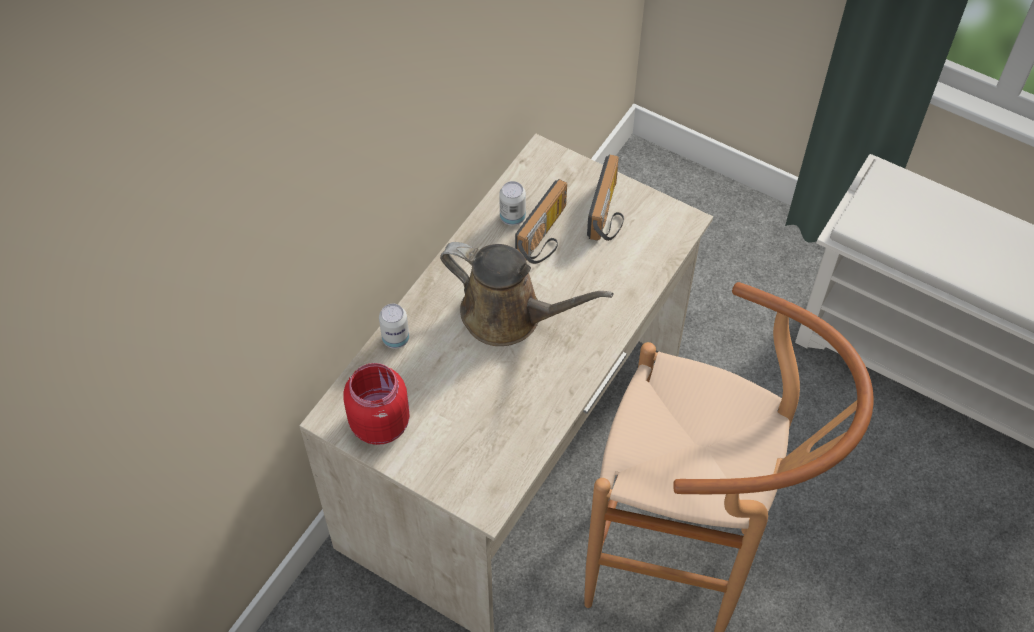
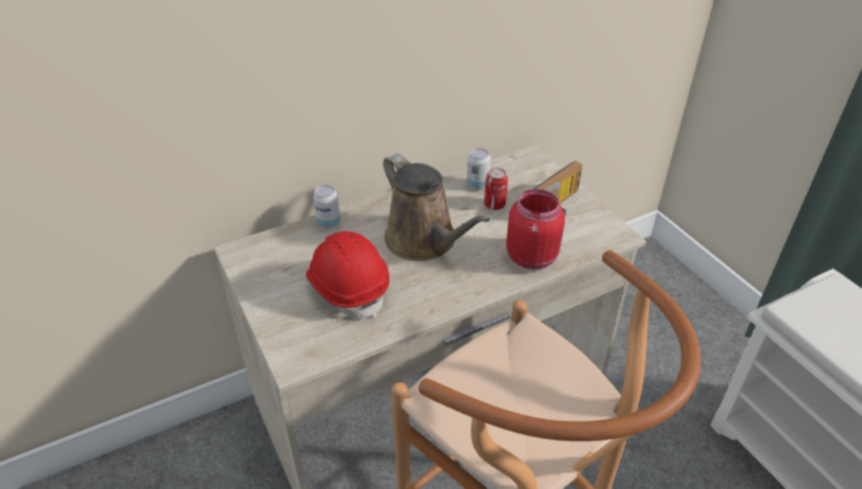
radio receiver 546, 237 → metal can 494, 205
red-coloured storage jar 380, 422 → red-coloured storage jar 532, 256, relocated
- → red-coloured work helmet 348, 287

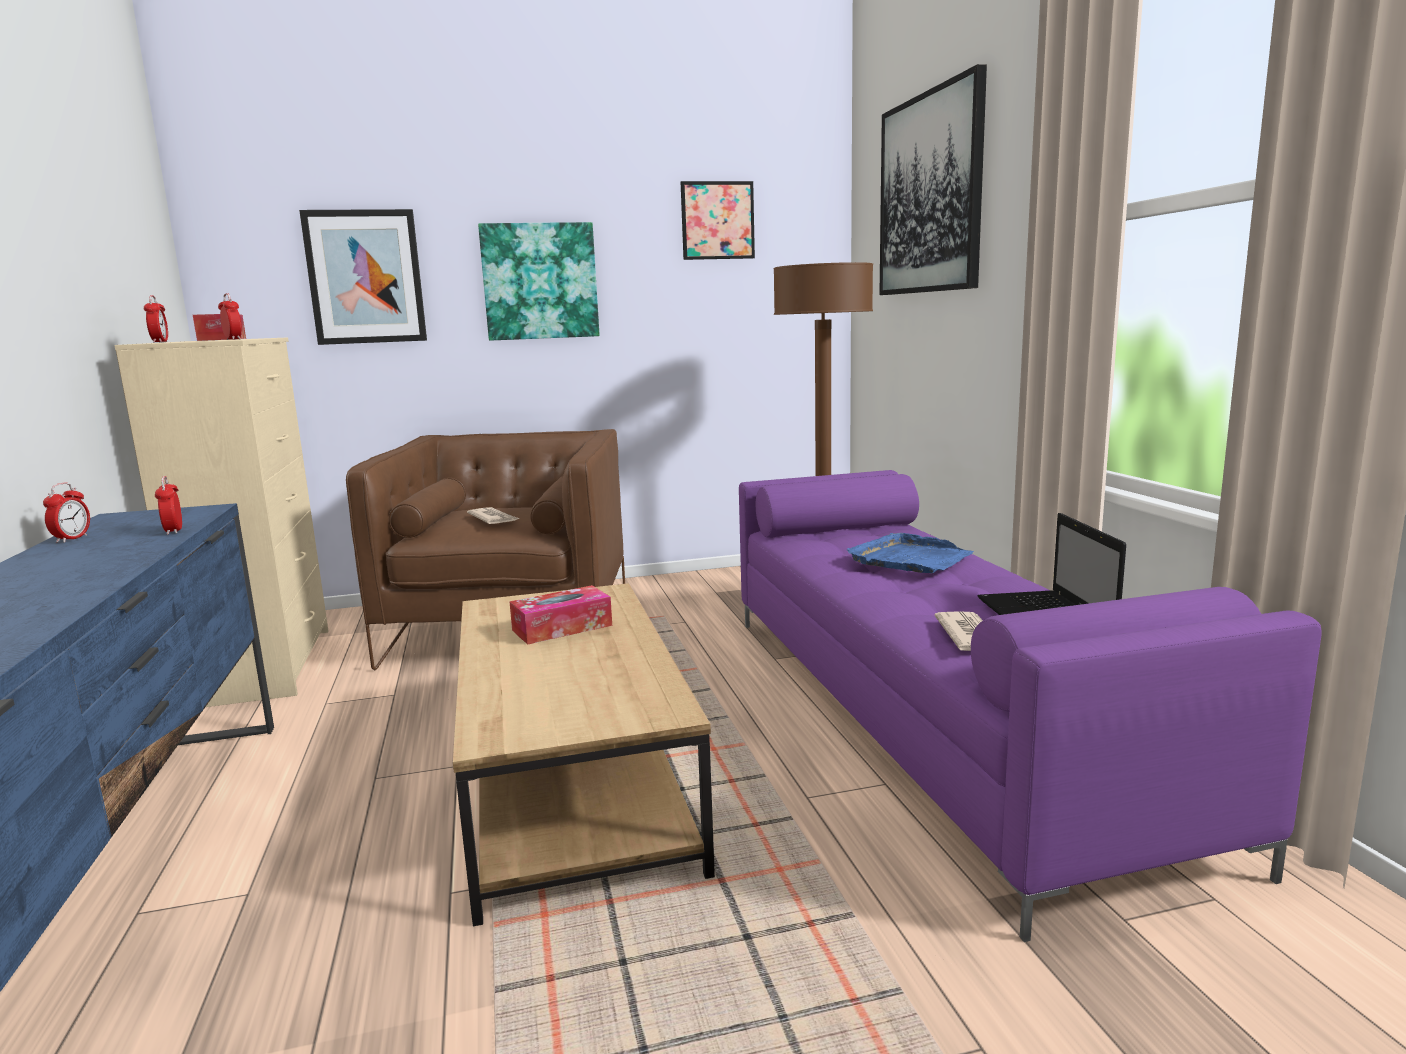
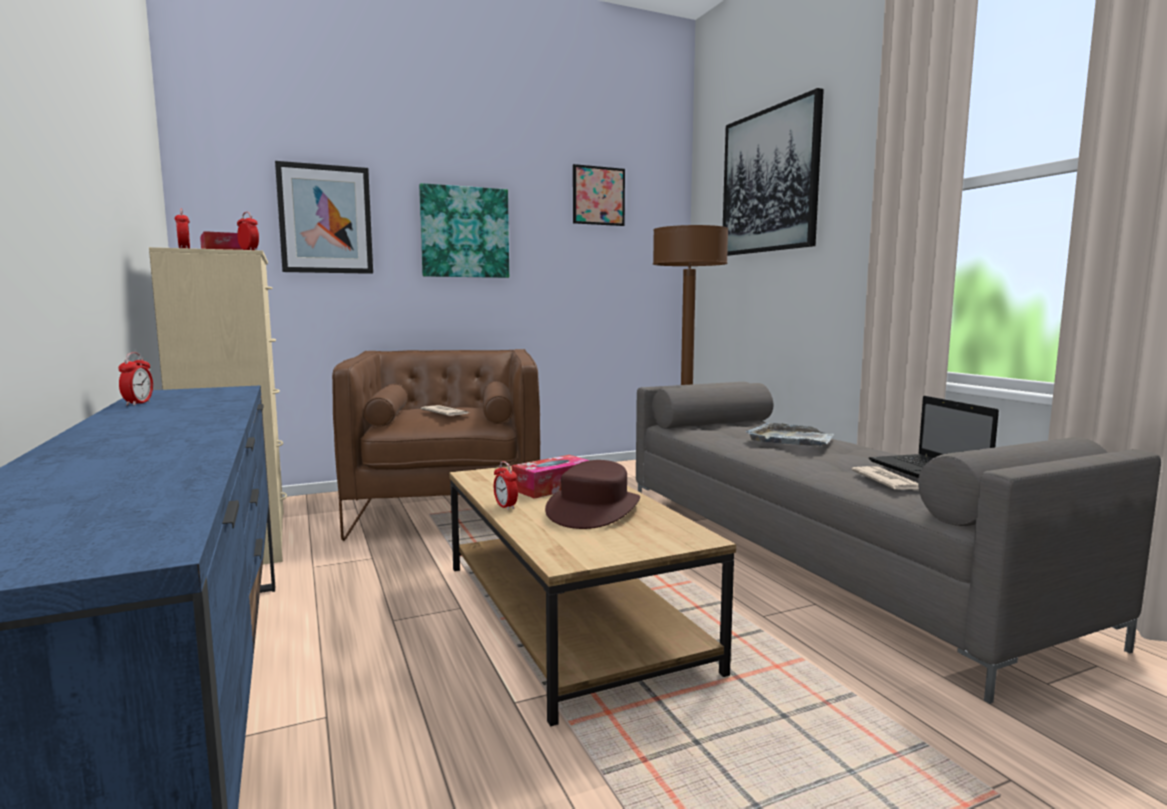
purple couch 933, 716 → greyish couch 820, 557
alarm clock 174, 531 → alarm clock 505, 506, relocated
bluish carrying tray 910, 559 → greyish carrying tray 791, 439
- → brown wearable hat 594, 509

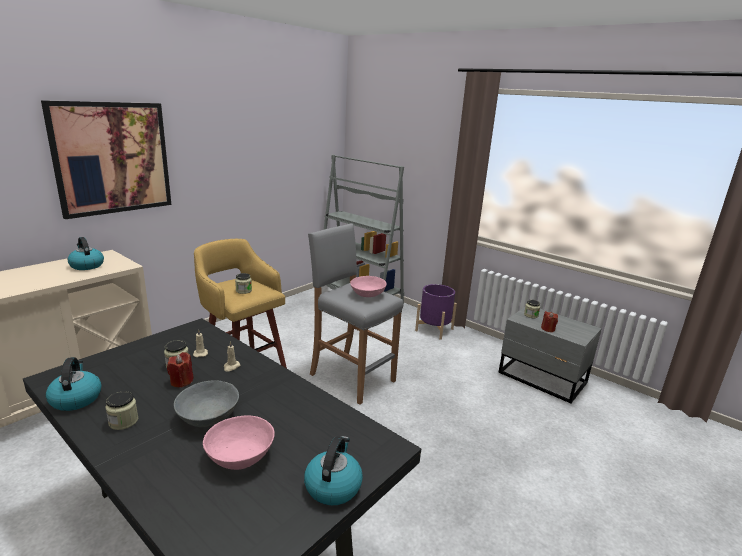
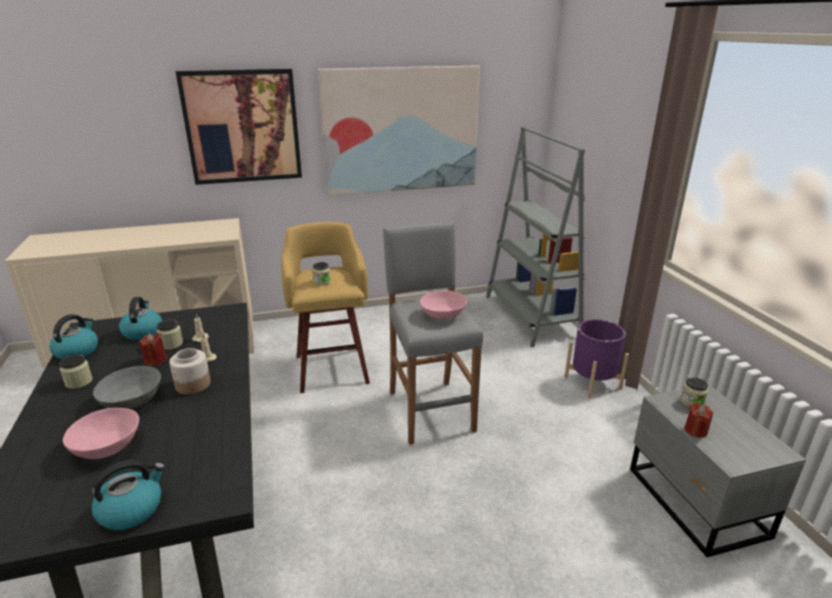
water kettle 86, 265 → water kettle 143, 331, relocated
- → wall picture 401, 130
- → storage jar 193, 385

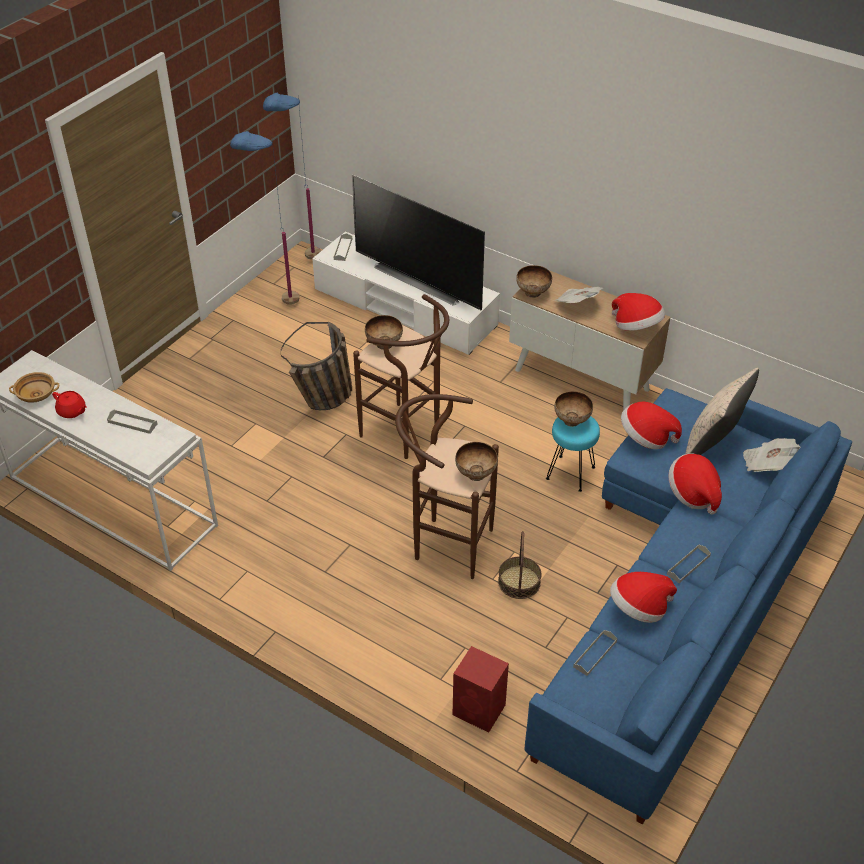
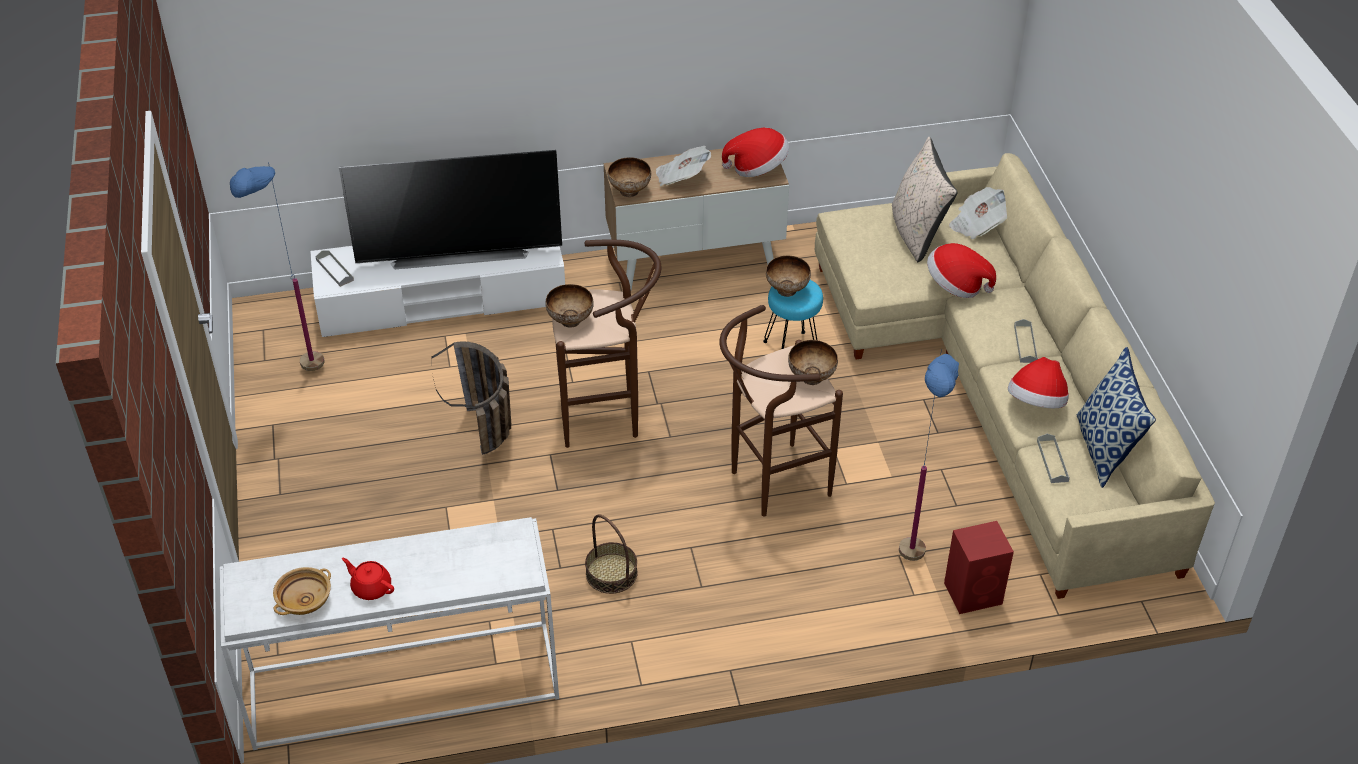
bluish floor lamp 301, 264 → bluish floor lamp 911, 573, relocated
bluish couch 685, 594 → sand-coloured couch 1000, 385
red-coloured pot for tea 72, 411 → red-coloured pot for tea 371, 587, 135 degrees counterclockwise
wearable hat 646, 437 → -
greyish carrying tray 132, 423 → -
basket 519, 582 → basket 611, 573, relocated
- → throw pillow 1105, 450

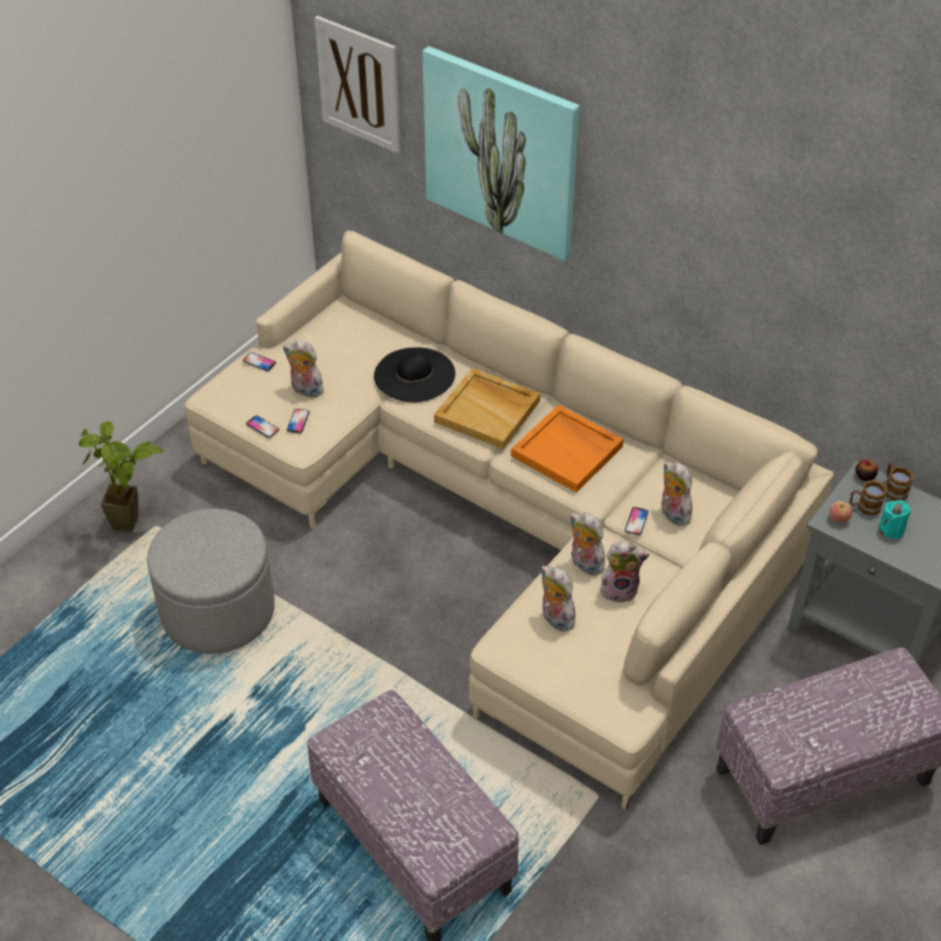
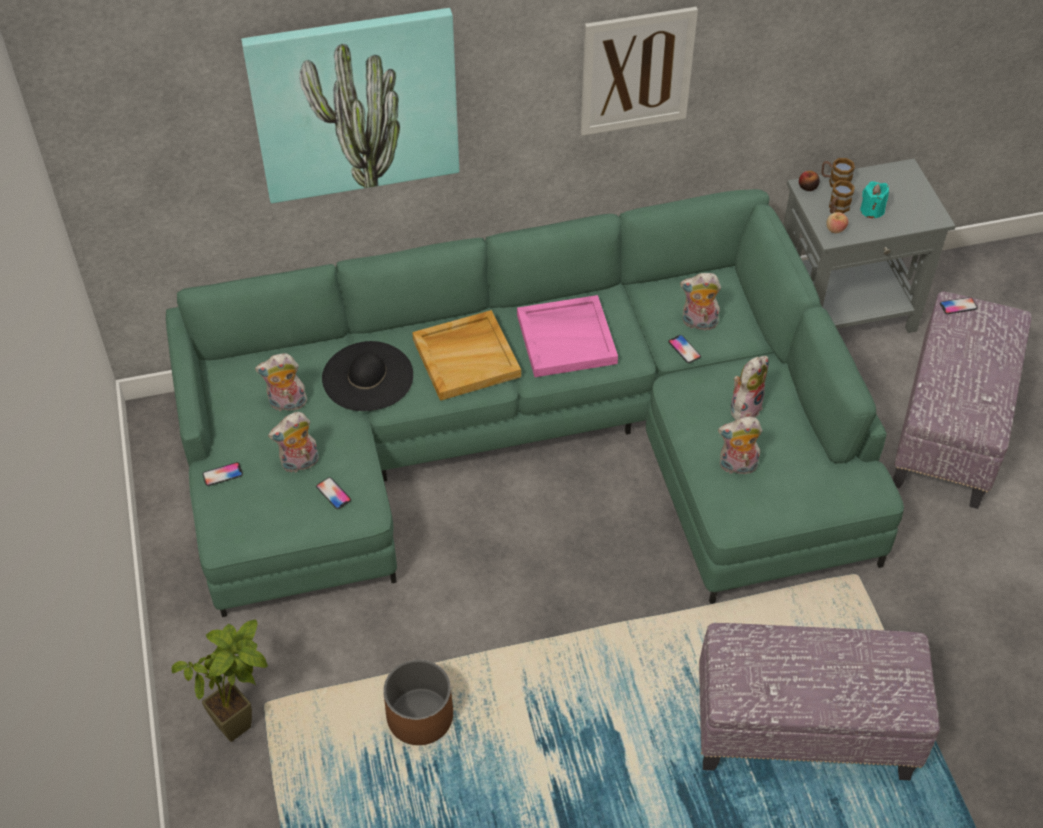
wall picture 359, 84 → wall picture 636, 71, relocated
sand-coloured couch 510, 523 → green-coloured couch 533, 442
orangey carrying tray 568, 451 → pink-coloured carrying tray 567, 338
handset 262, 427 → handset 958, 306, relocated
greyish pouffe 218, 610 → brown planter 420, 716
plush toy 584, 564 → plush toy 287, 404, relocated

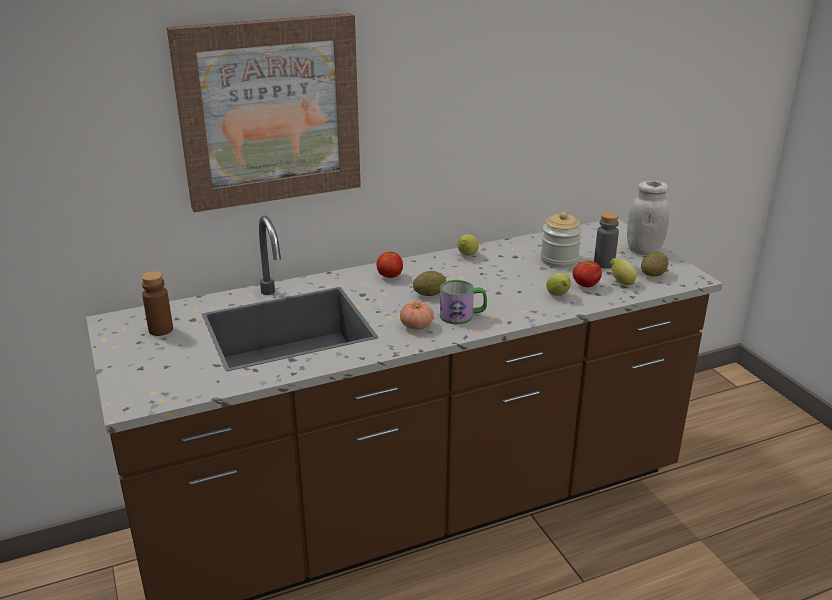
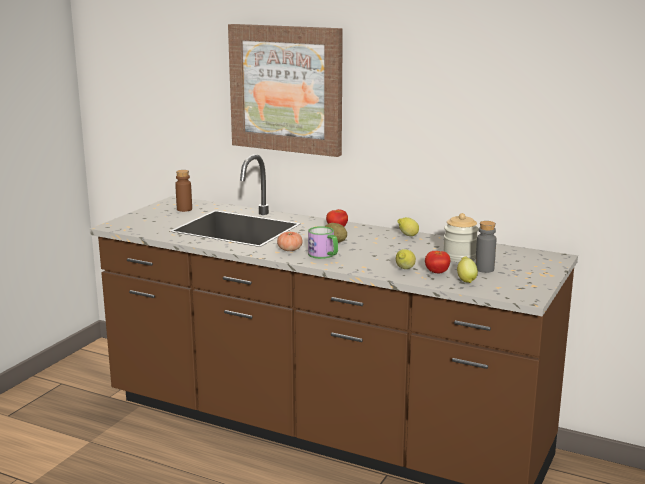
white-coloured storage jar 643, 250 → -
whole potato 653, 275 → -

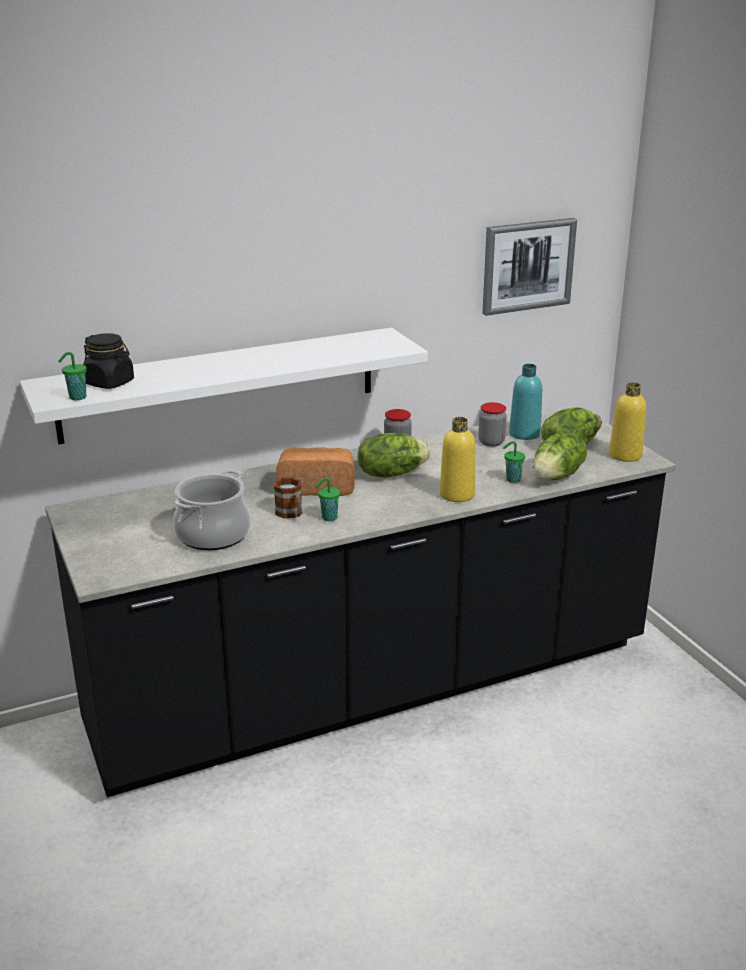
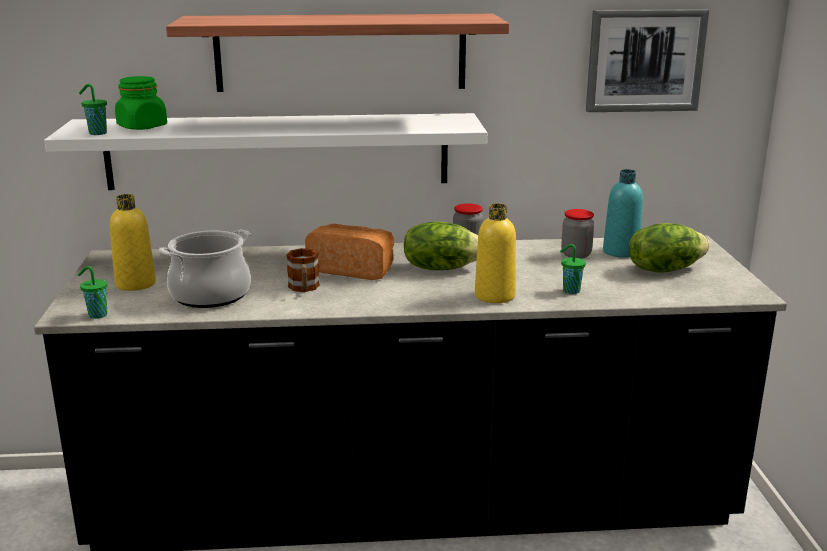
black-coloured storage jar 110, 383 → green-coloured storage jar 142, 127
yellowish bottle 625, 455 → yellowish bottle 135, 284, relocated
lettuce head 557, 476 → -
green-coloured drinking cup 328, 518 → green-coloured drinking cup 96, 315, relocated
- → wall shelf 341, 52

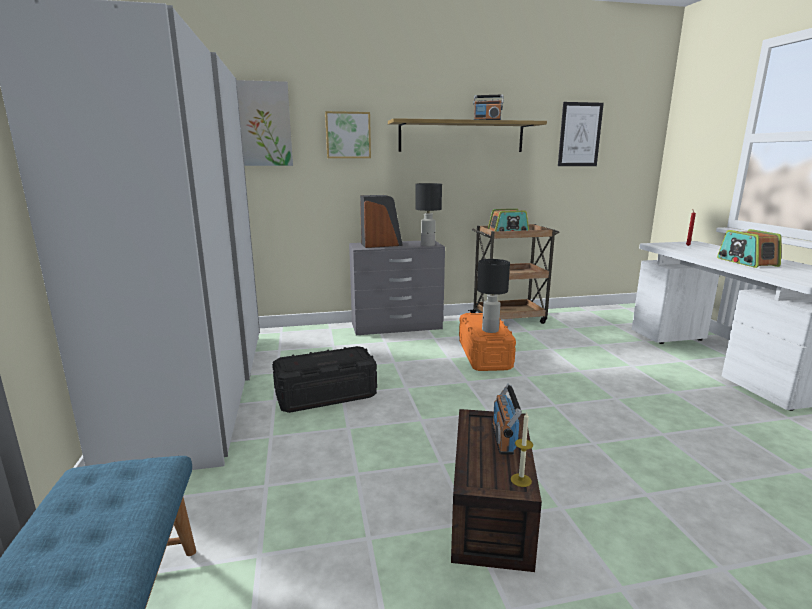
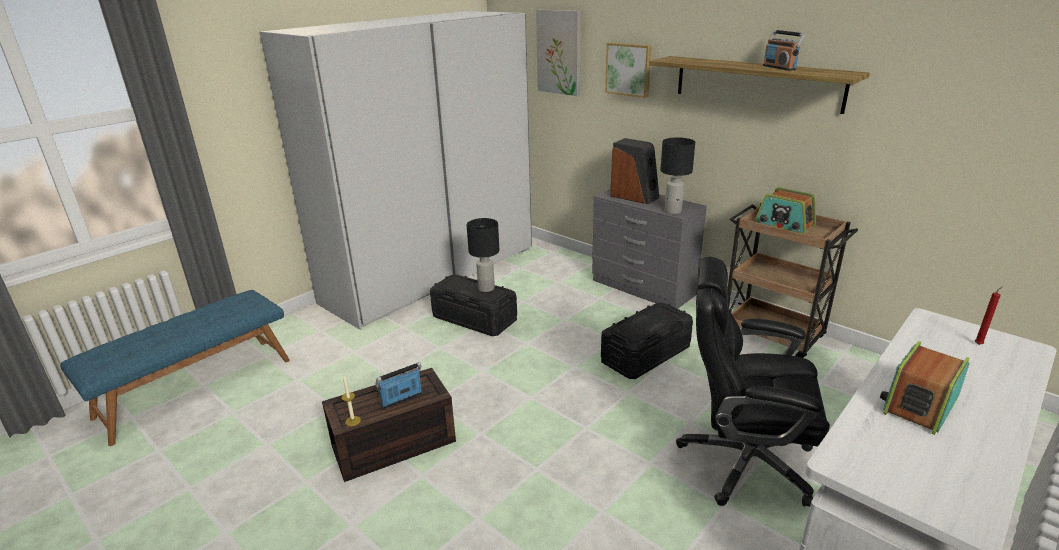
wall picture 580, 134 → -
black-coloured table lamp 490, 330 → black-coloured table lamp 486, 288, relocated
orangey storage container 484, 355 → black-coloured storage container 646, 355
- → black-coloured office chair 743, 461

